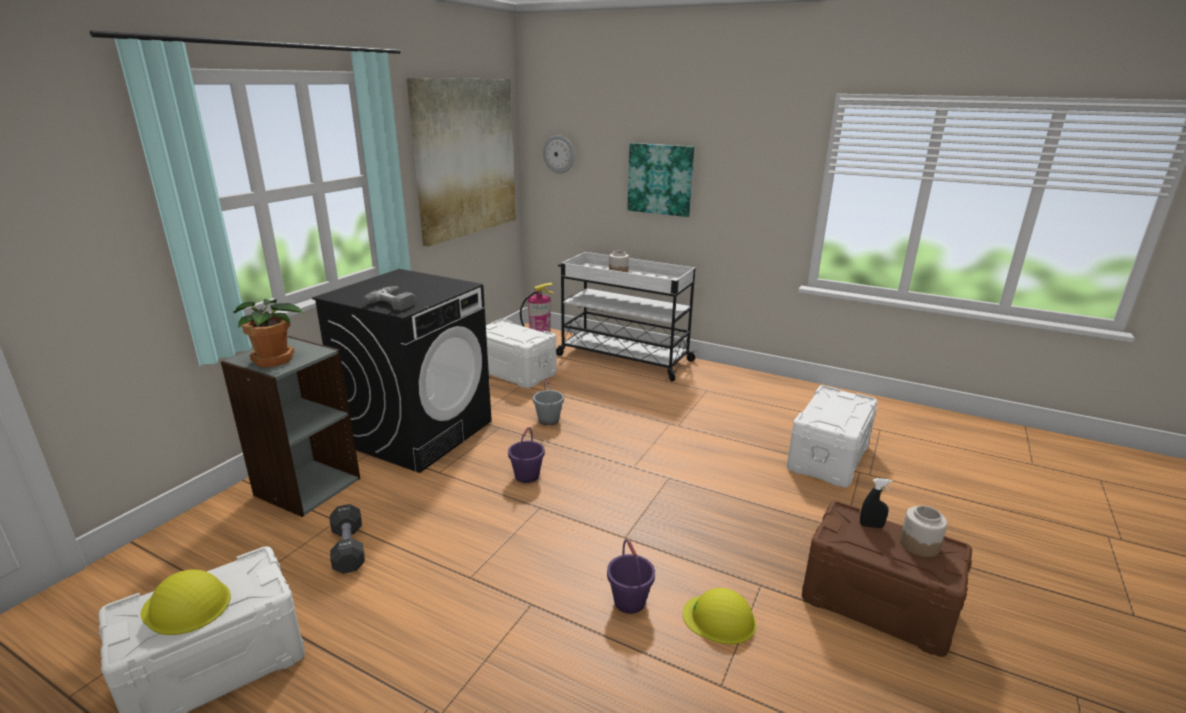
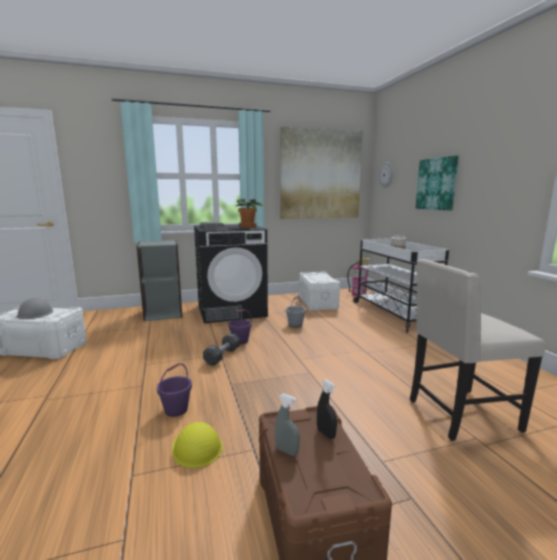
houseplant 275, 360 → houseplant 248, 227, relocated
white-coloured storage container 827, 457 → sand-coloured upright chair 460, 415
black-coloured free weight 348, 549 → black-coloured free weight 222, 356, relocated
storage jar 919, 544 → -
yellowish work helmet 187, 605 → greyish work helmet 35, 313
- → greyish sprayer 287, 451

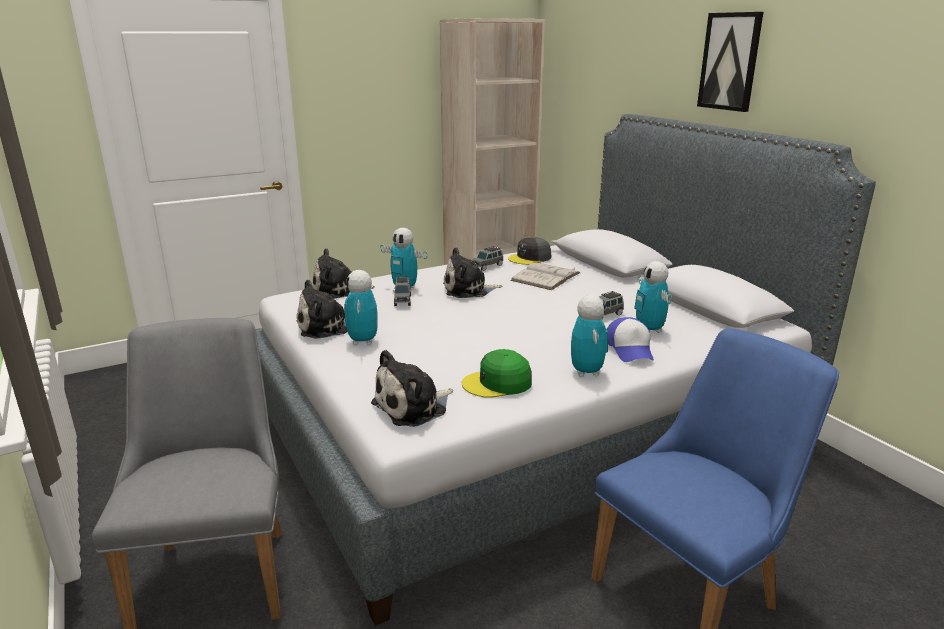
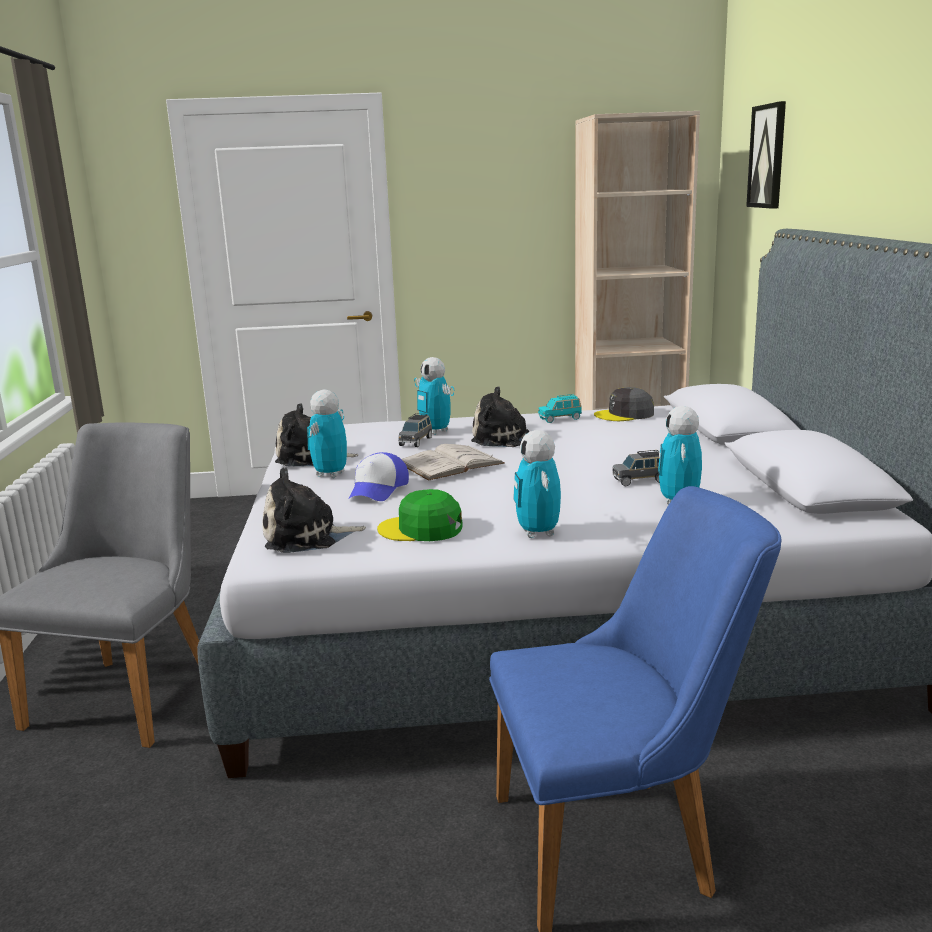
wall picture 730, 61 → wall picture 768, 156, relocated
greyish miniature car 488, 266 → turquoise miniature car 560, 419
plush toy 339, 291 → -
white-coloured volume 545, 276 → white-coloured volume 450, 463, relocated
robot figure 586, 372 → robot figure 538, 533, 150 degrees clockwise
peaked cap 630, 349 → peaked cap 378, 490, relocated

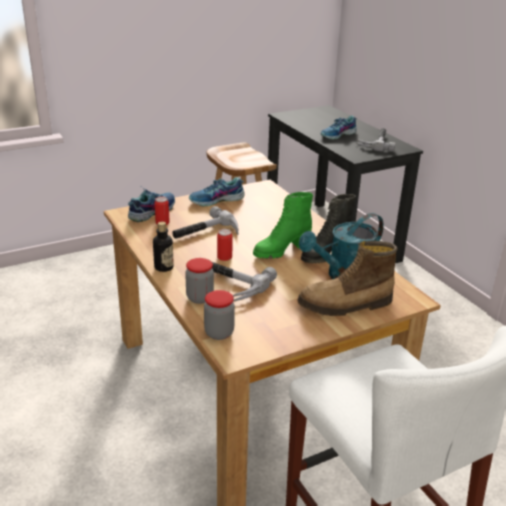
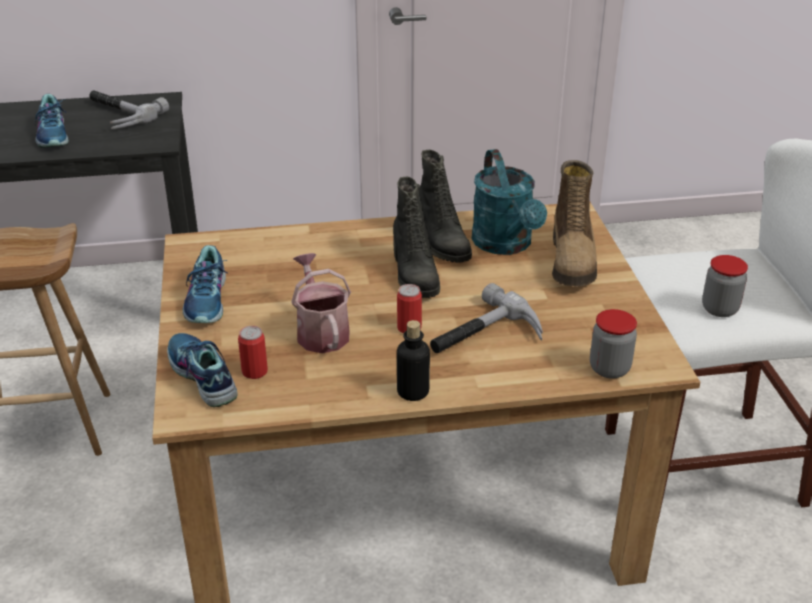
green-coloured tall boot 281, 250 → black-coloured tall boot 413, 275
hand hammer 206, 233 → sprinkling can 321, 331
storage jar 200, 298 → storage jar 719, 309, relocated

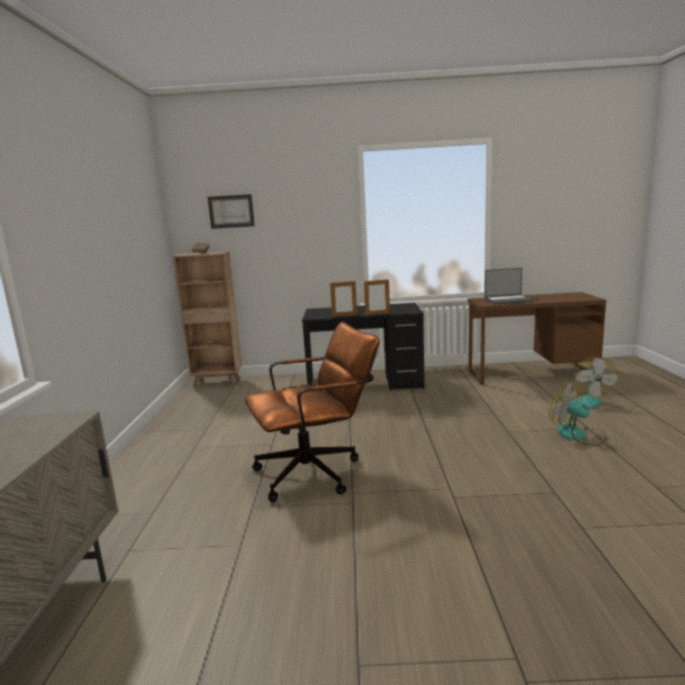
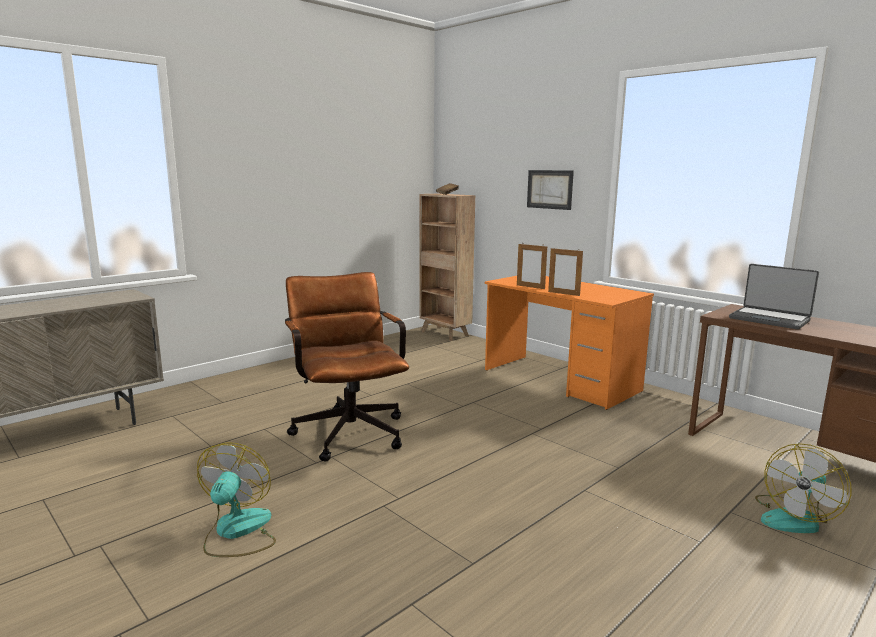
wall picture 231, 211 → wall picture 549, 189, relocated
black-coloured desk unit 365, 383 → orangey desk unit 560, 380
brown office chair 317, 472 → brown office chair 348, 429, 135 degrees counterclockwise
fan 578, 435 → fan 237, 532, relocated

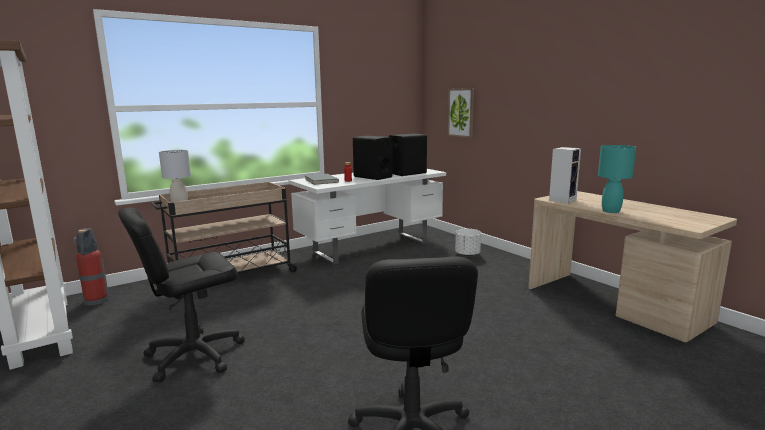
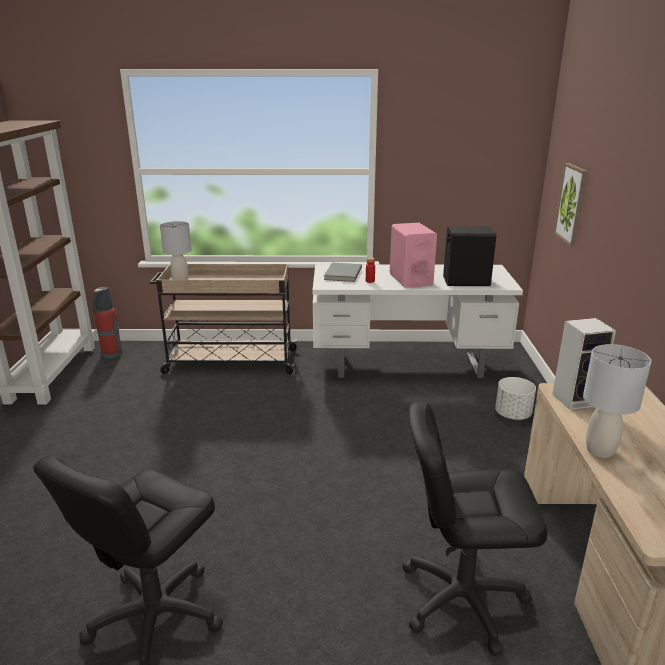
black-coloured audio speaker 372, 177 → pink-coloured audio speaker 410, 279
turquoise table lamp 611, 211 → greyish table lamp 600, 450
black-coloured office chair 194, 355 → black-coloured office chair 462, 598, relocated

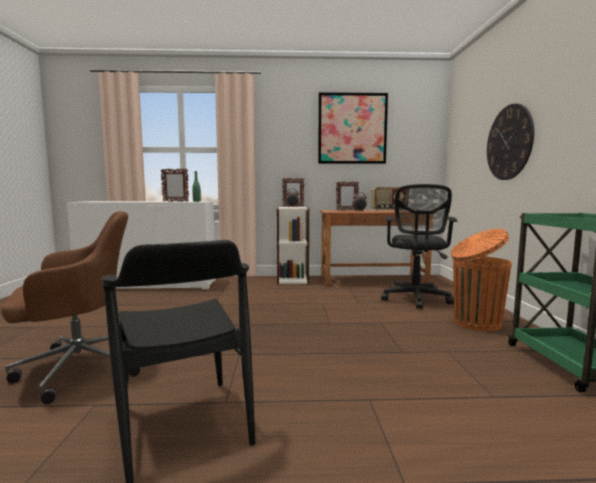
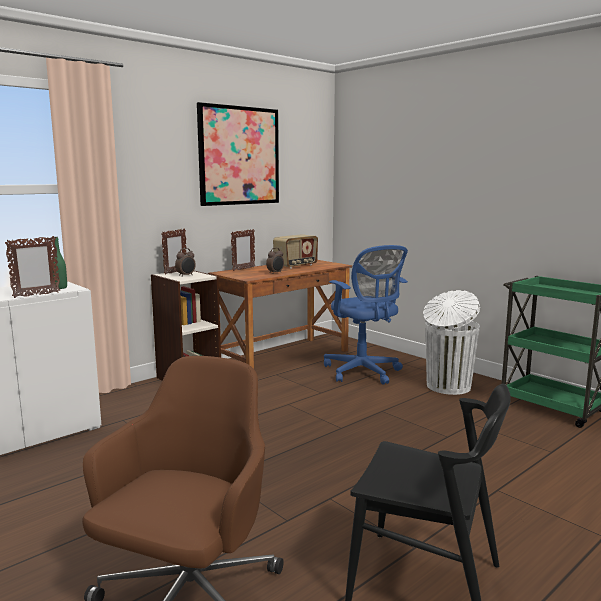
wall clock 509, 142 → -
black-coloured office chair 415, 299 → bluish office chair 363, 372
orangey waste bin 475, 323 → white-coloured waste bin 447, 387

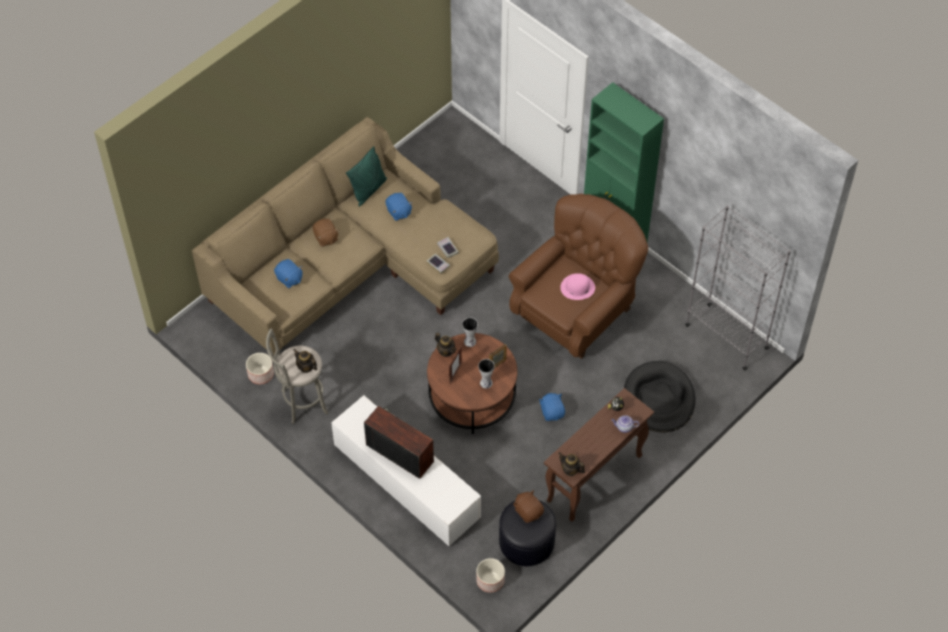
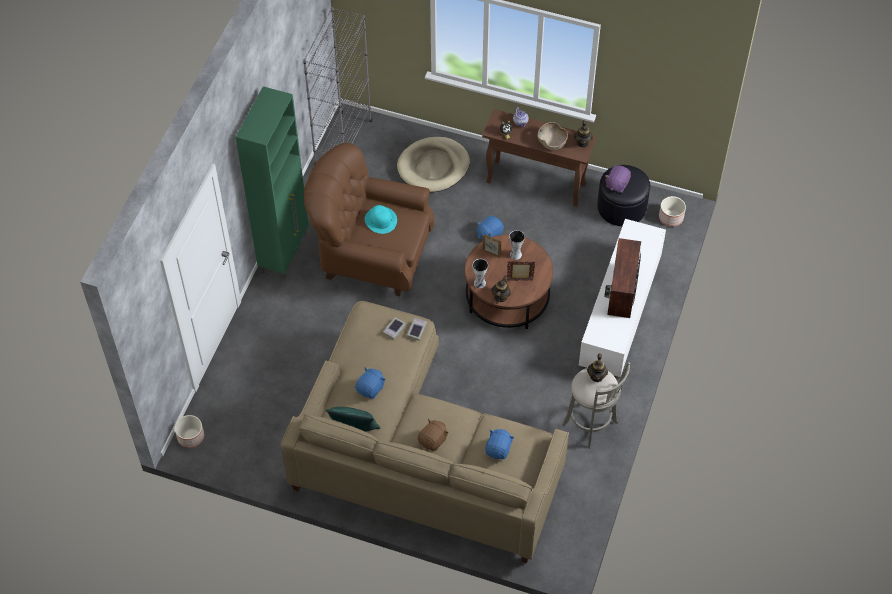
pink-coloured wearable hat 577, 287 → turquoise wearable hat 381, 220
planter 261, 374 → planter 190, 437, relocated
black-coloured dog cushion 659, 399 → sand-coloured dog cushion 433, 167
brown plush toy 528, 511 → purple plush toy 617, 184
- → brown deep dish 552, 142

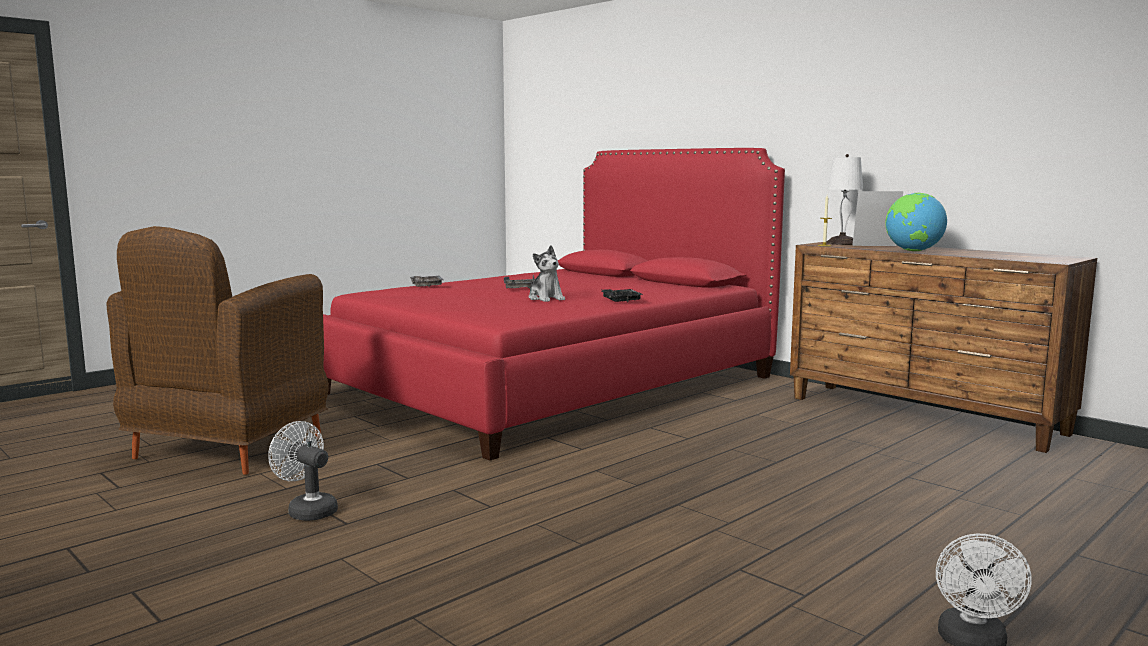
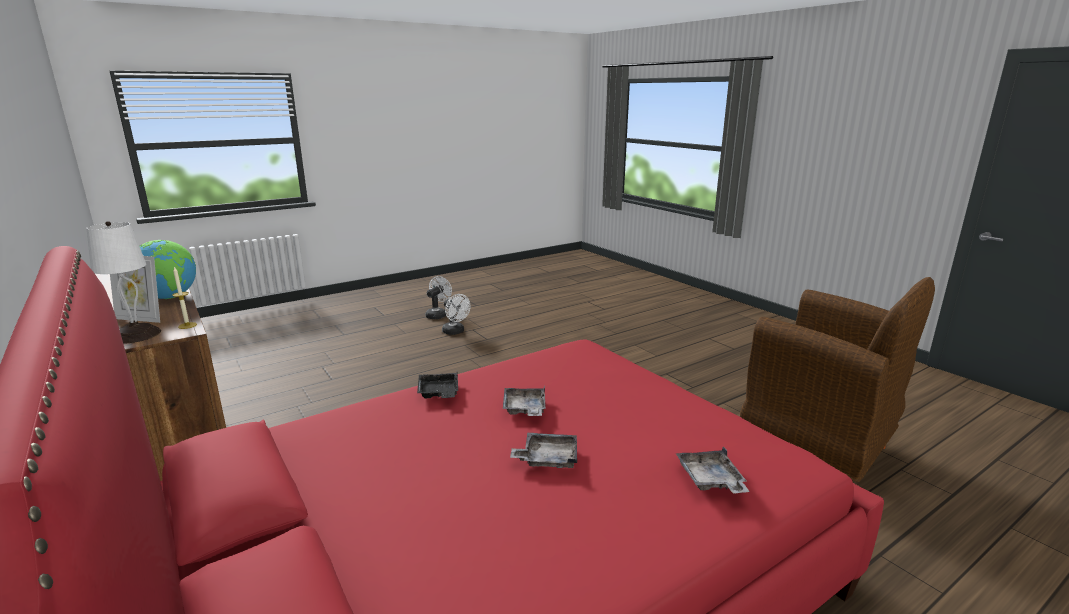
brown easy chair 227, 449 → brown easy chair 817, 453, 105 degrees clockwise
plush toy 546, 298 → greyish carrying tray 524, 409
white-coloured fan 307, 510 → white-coloured fan 455, 332, relocated

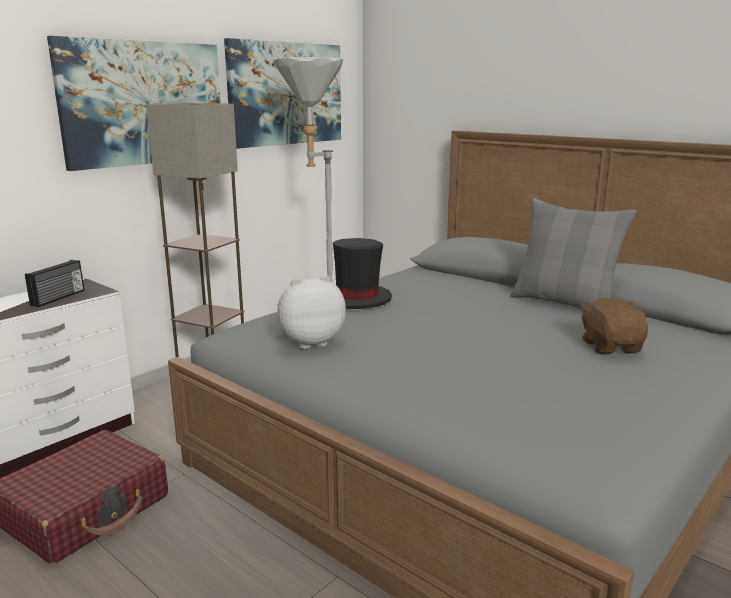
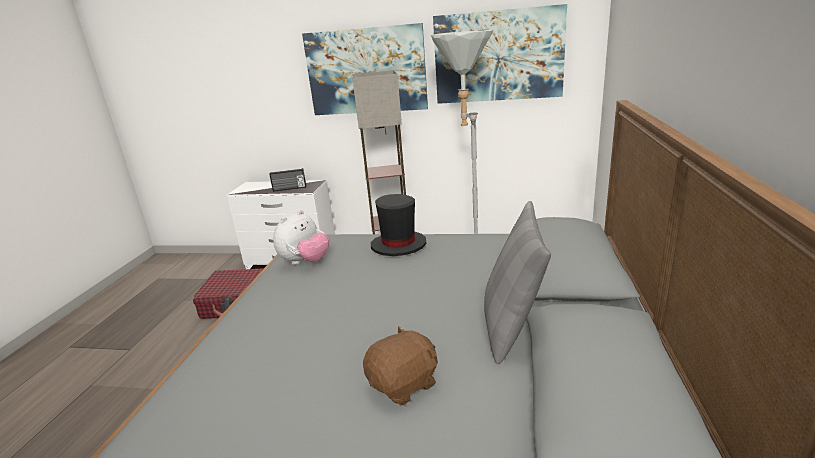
plush toy 310, 342 → plush toy 305, 262, 90 degrees clockwise

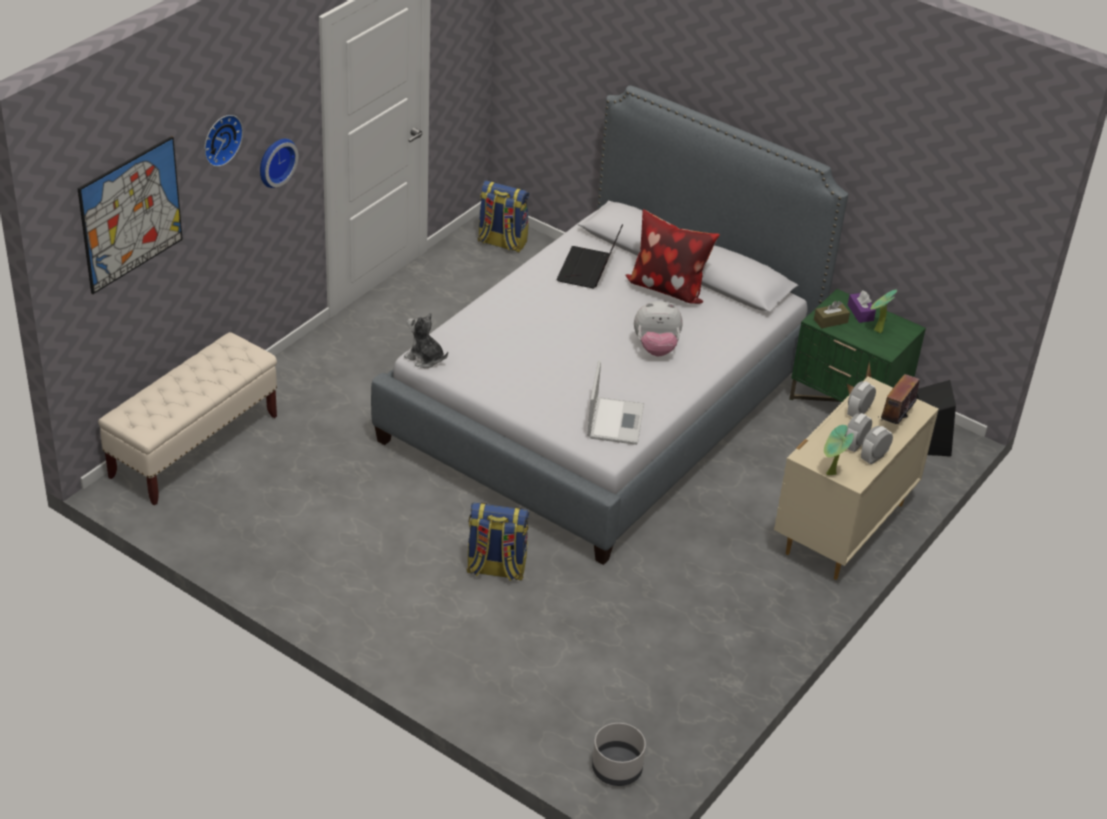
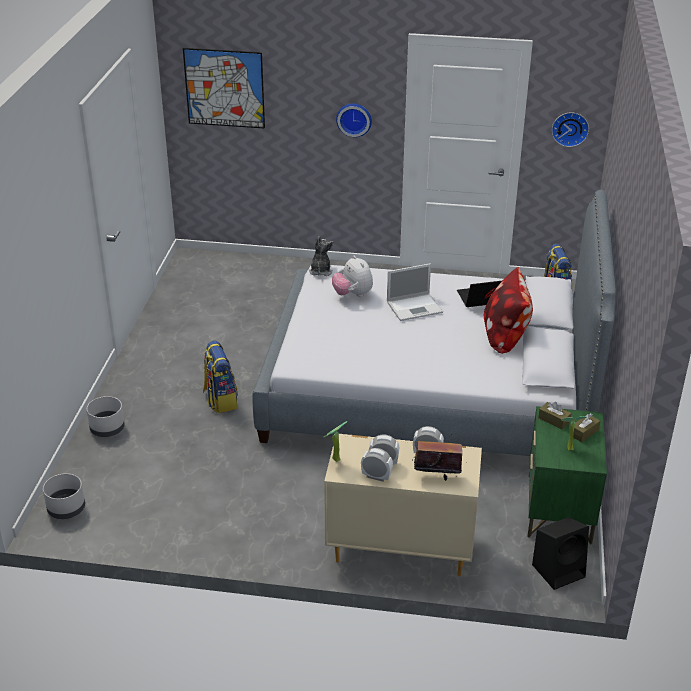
wall clock 220, 139 → wall clock 570, 128, relocated
purple tissue holder 860, 313 → brown tissue holder 584, 432
plush toy 656, 348 → plush toy 352, 294, relocated
sand-coloured long seat 194, 446 → -
notebook computer 615, 420 → notebook computer 415, 307, relocated
- → greyish planter 107, 428

